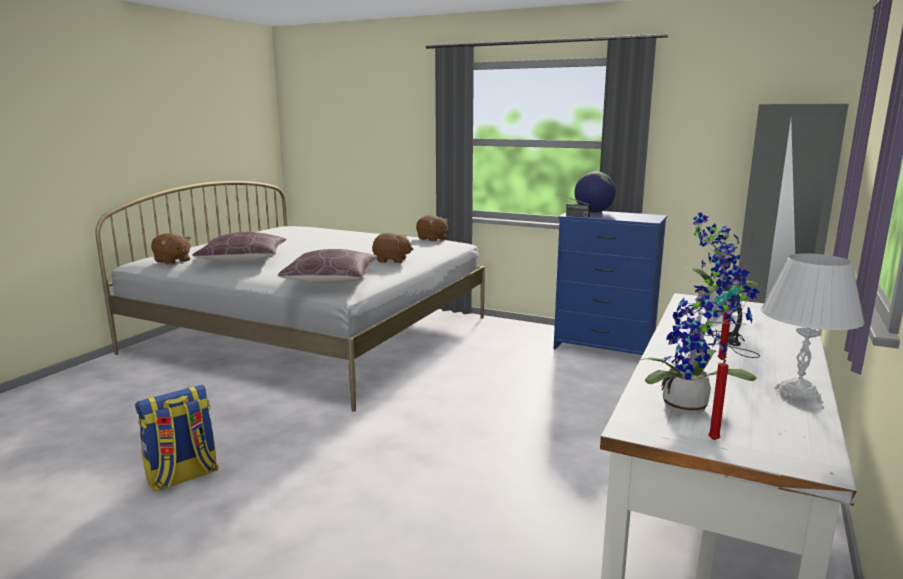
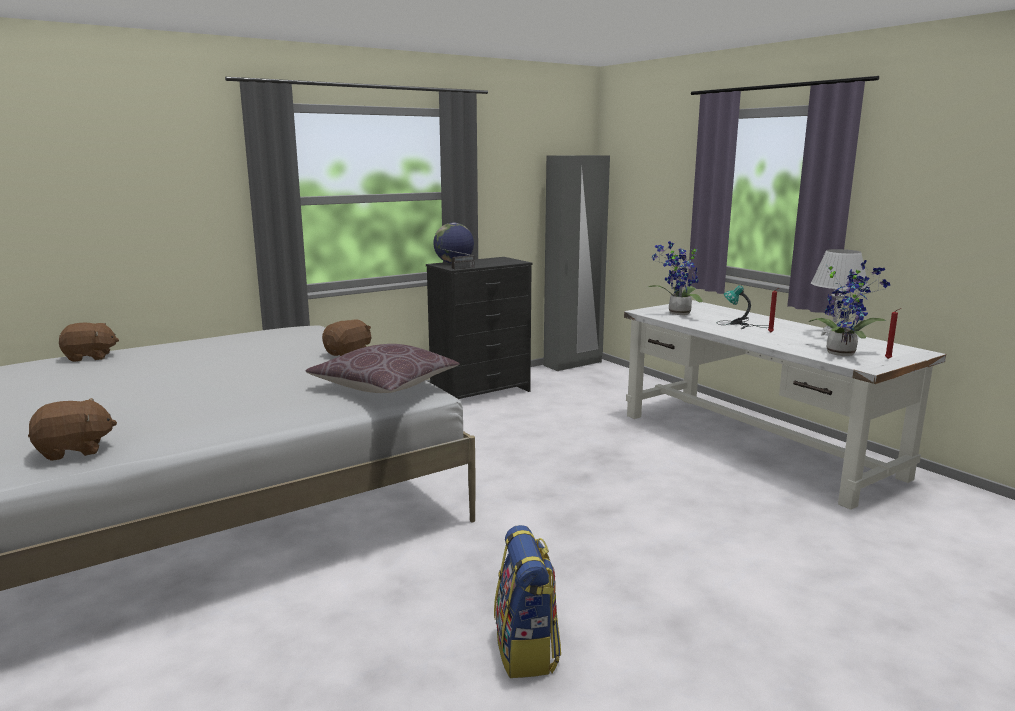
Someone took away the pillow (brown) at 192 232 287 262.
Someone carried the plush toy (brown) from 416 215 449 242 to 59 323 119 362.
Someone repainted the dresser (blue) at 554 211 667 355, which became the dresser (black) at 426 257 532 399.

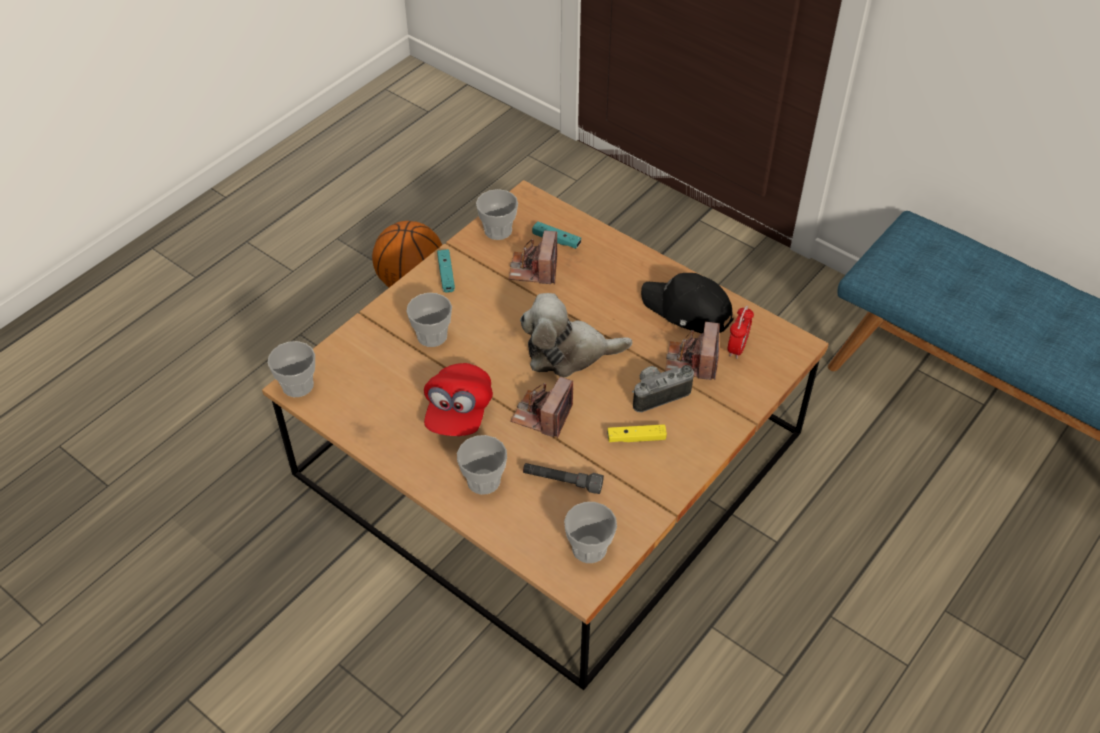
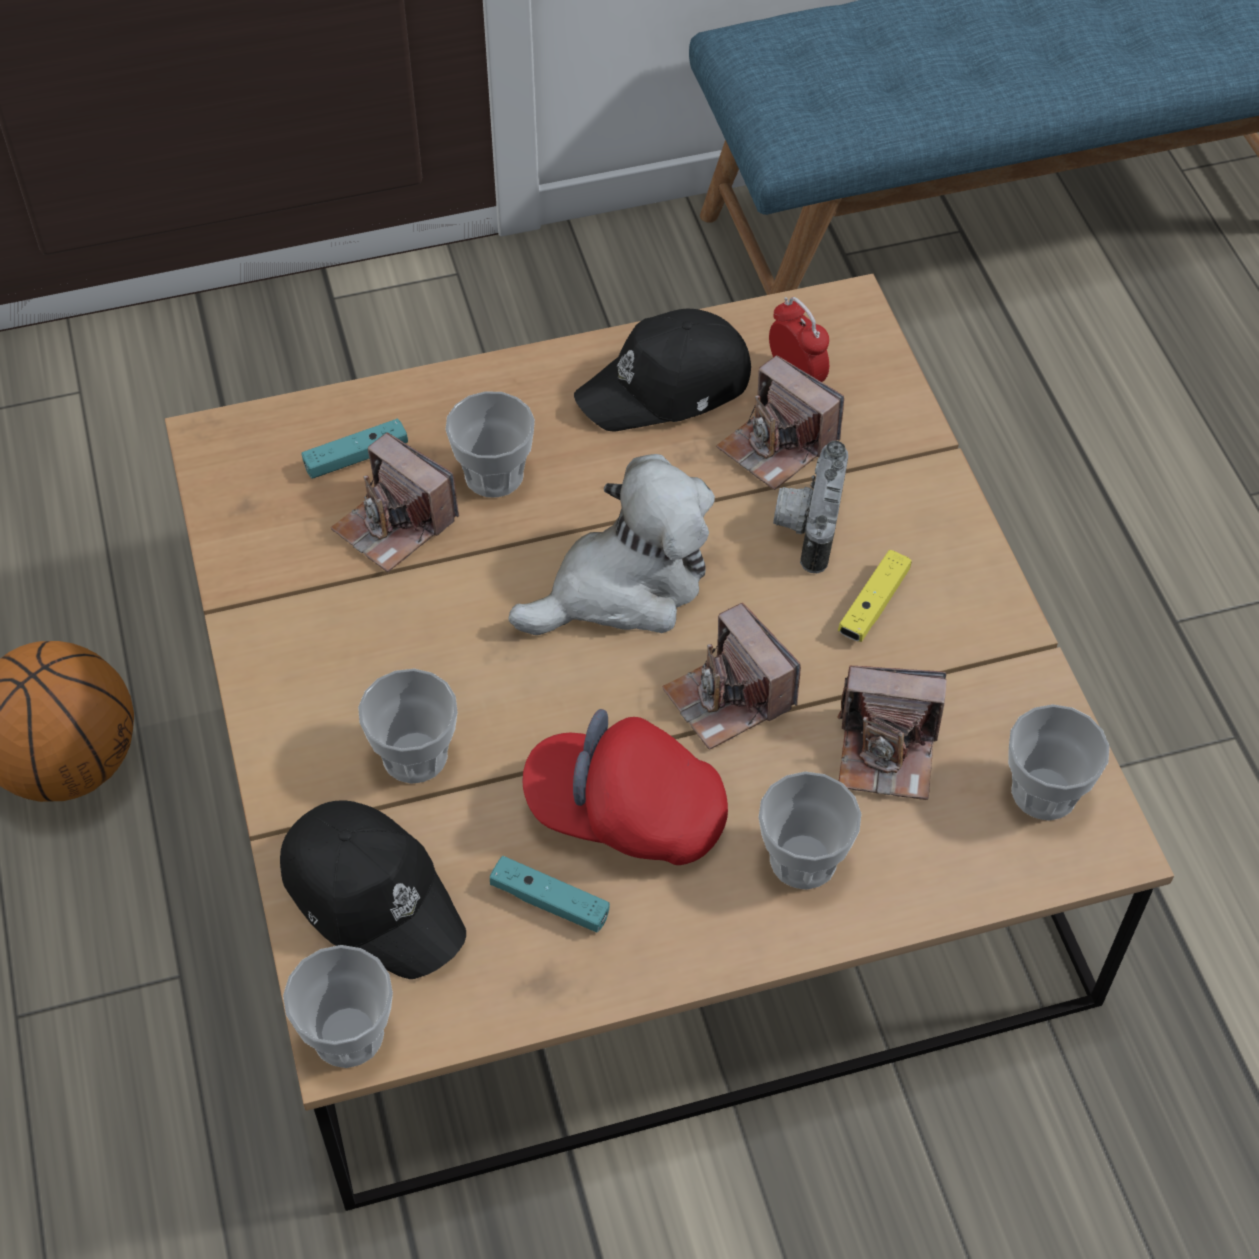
Someone put down the cap (black) at 280 801 466 979.
Someone carried the game controller (turquoise) from 437 249 455 293 to 490 856 610 932.
Someone carried the cup from 476 189 518 240 to 445 391 535 498.
Someone swapped the flashlight (grey) at 523 463 604 494 for the photo camera at 837 666 947 800.
Someone rotated the cap (red) at 424 363 493 436 by 150 degrees clockwise.
Someone rotated the plush toy at 520 293 632 378 by 150 degrees counterclockwise.

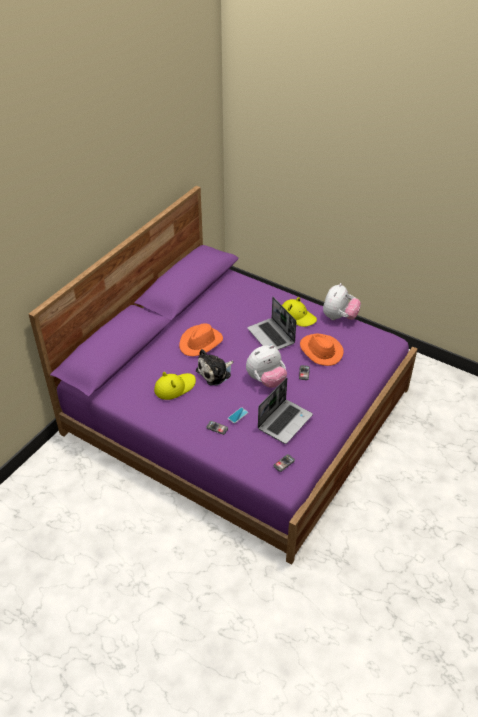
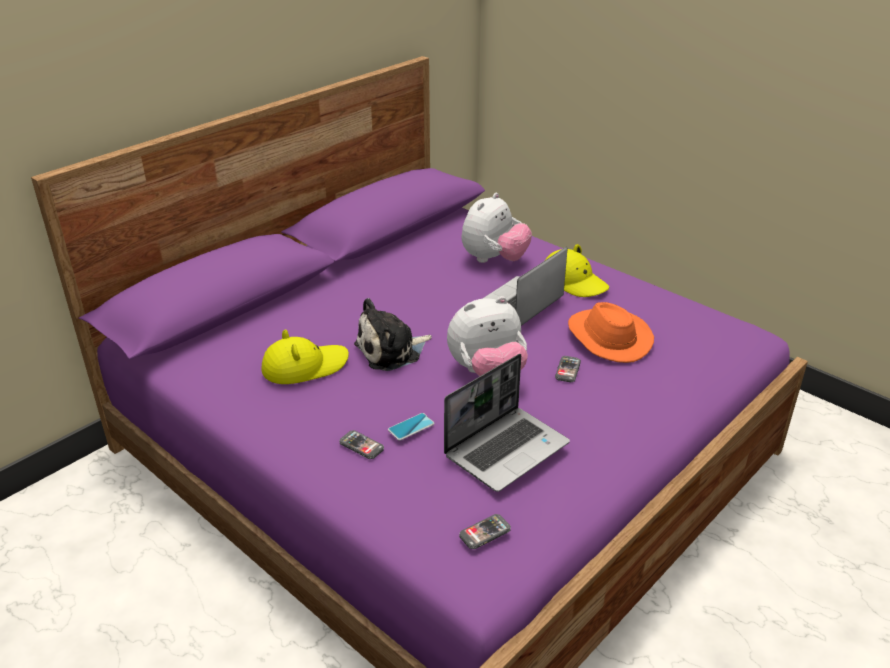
Someone took away the hat (orange) at 179 323 223 356.
Someone carried the plush toy from 323 283 361 320 to 462 193 532 263.
Someone rotated the laptop at 247 297 296 350 by 60 degrees clockwise.

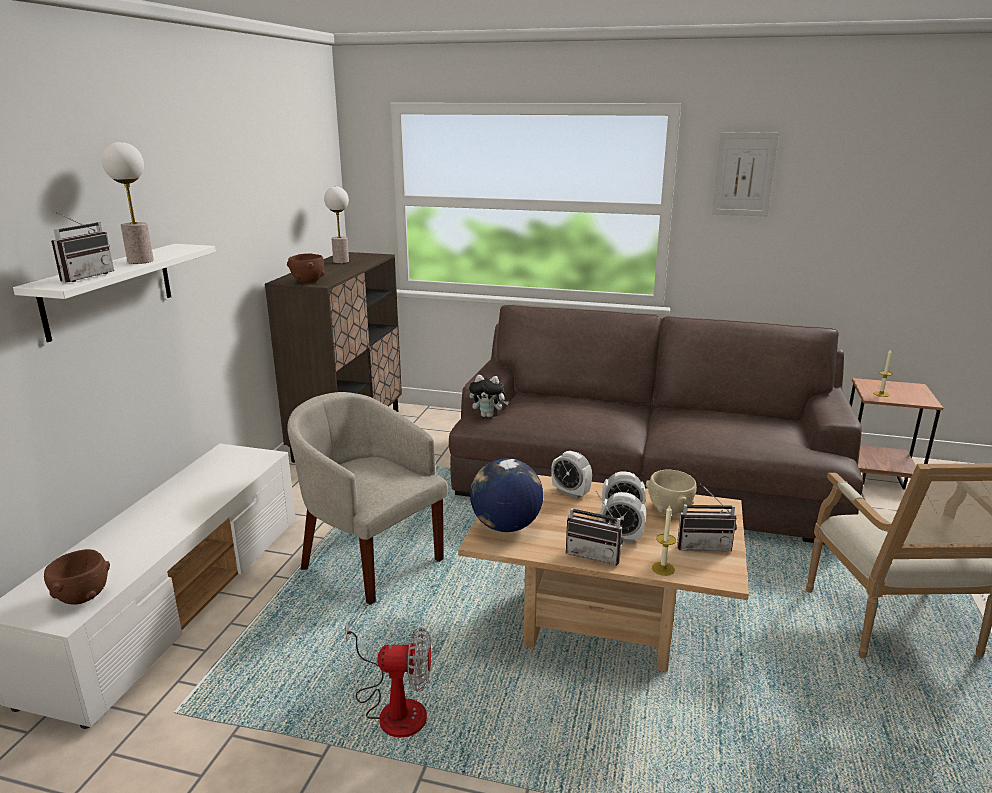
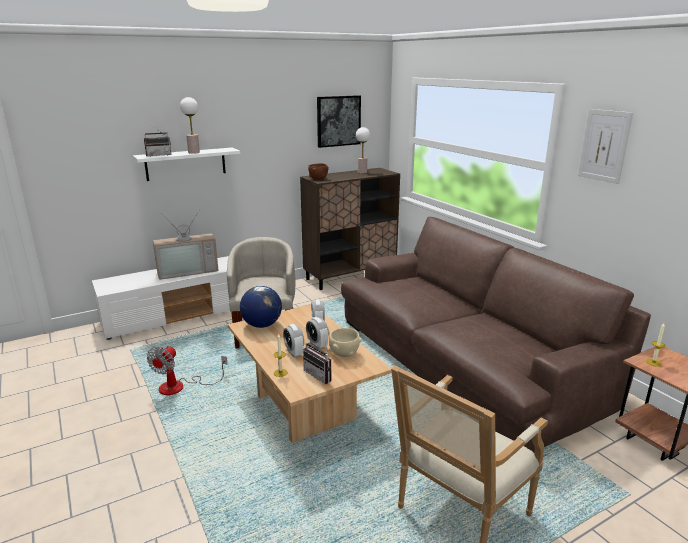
Someone took away the bowl (brown) at 44 549 110 605.
Someone took away the plush toy at 469 375 509 418.
Someone took away the radio at 566 491 624 565.
Someone put down the television at 153 211 219 280.
Someone put up the picture at 317 95 361 148.
Someone rotated the fan at 345 620 431 738 by 60 degrees clockwise.

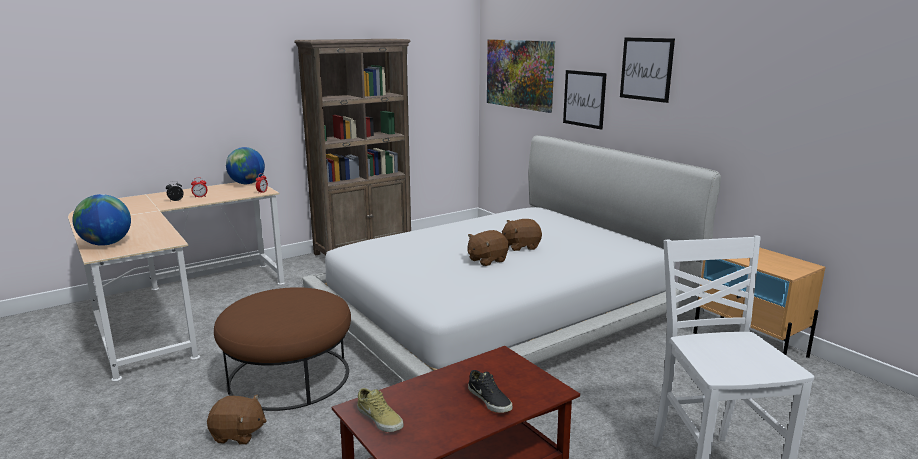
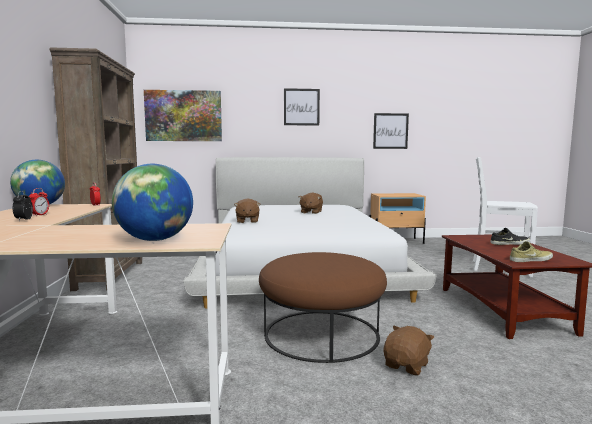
Someone carried the plush toy (brown) from 467 230 509 266 to 234 198 260 223.
Someone carried the picture from 563 70 607 130 to 373 113 409 149.

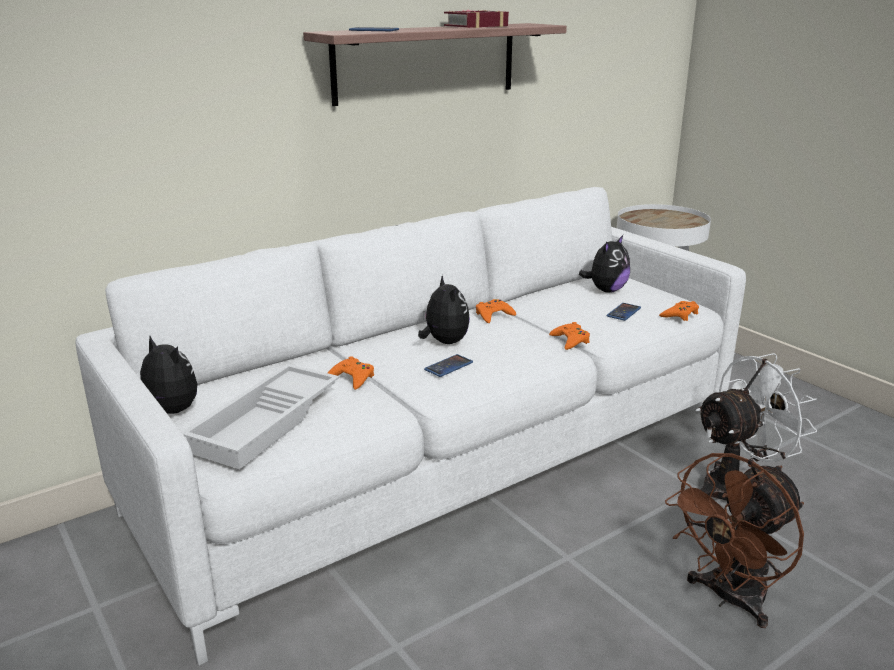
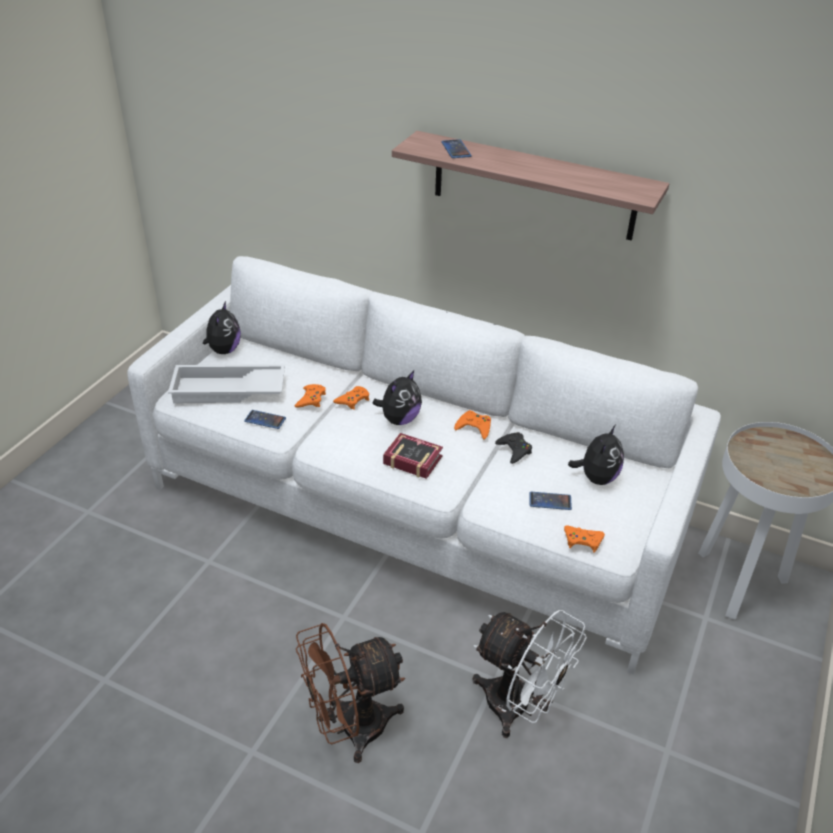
Someone put down the game controller (black) at 495 432 532 464.
Someone carried the phone from 424 354 473 377 to 244 410 286 429.
Someone carried the book from 444 9 509 28 to 383 433 443 479.
Someone carried the game controller (orange) from 549 322 590 350 to 333 386 369 410.
Someone rotated the plush toy at 579 235 630 293 by 75 degrees counterclockwise.
Someone rotated the fan (brown) at 665 453 804 628 by 45 degrees counterclockwise.

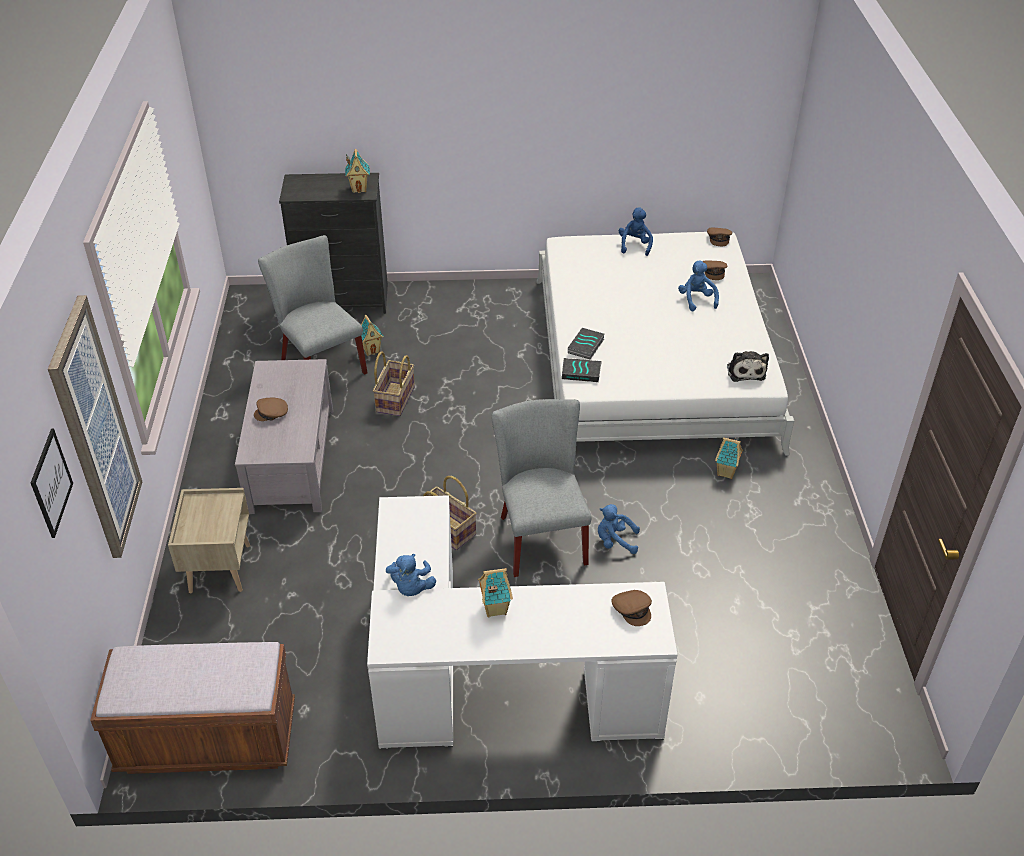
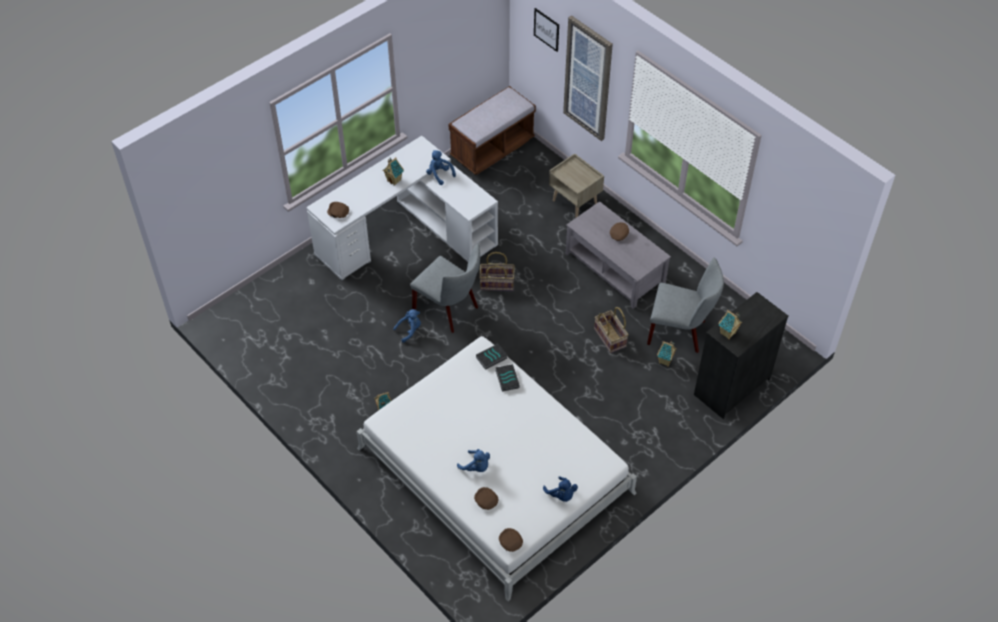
Someone took away the plush toy at 727 351 769 382.

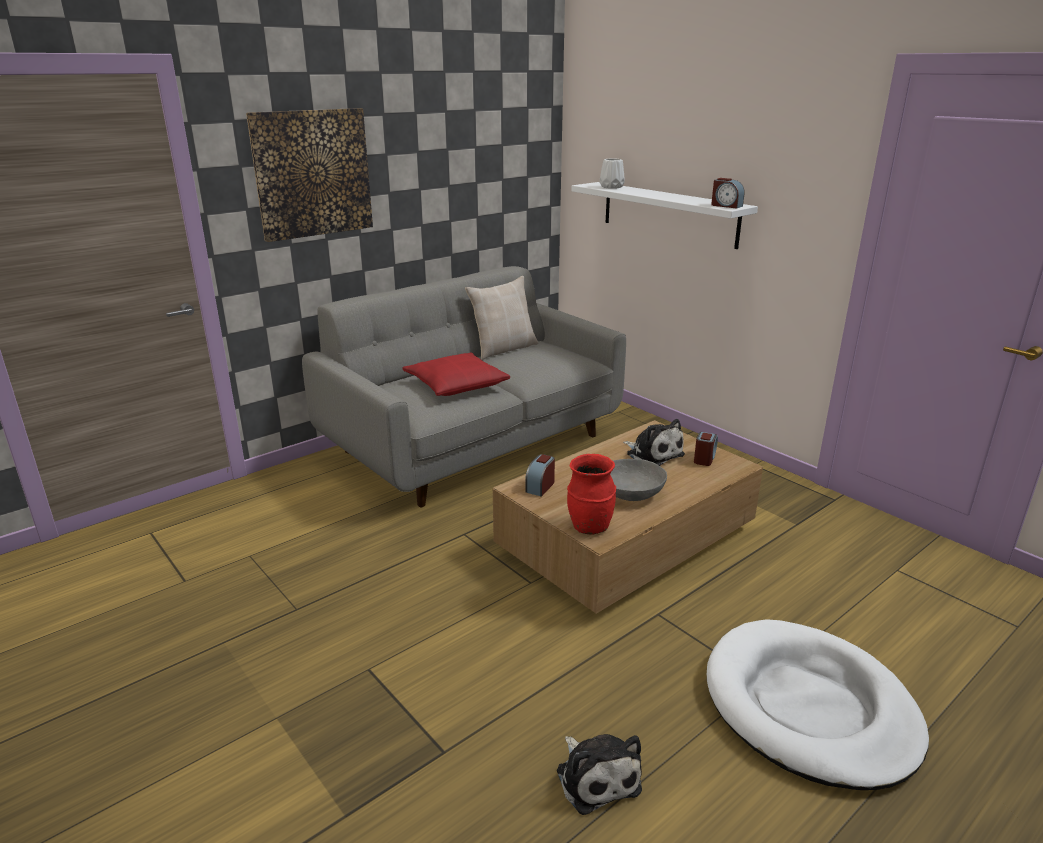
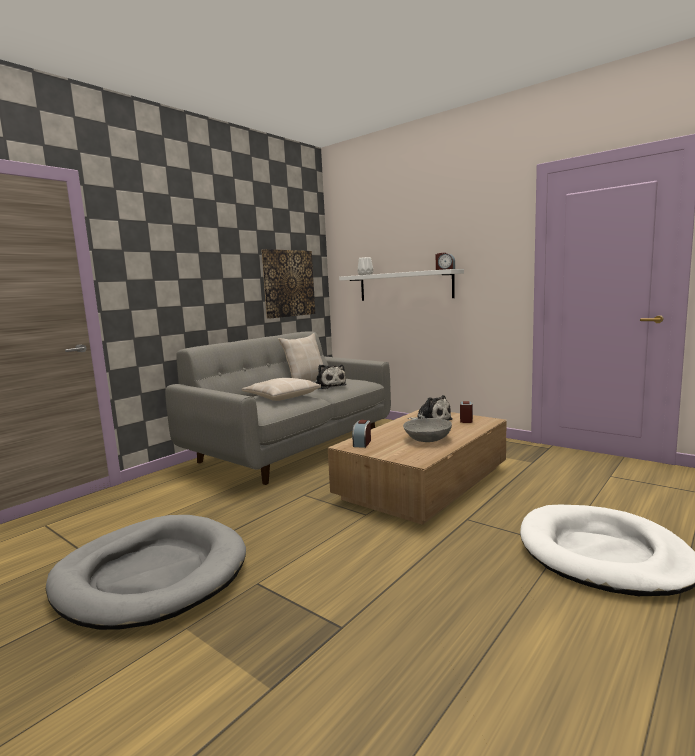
Someone took away the vase (red) at 567 454 616 535.
Someone put down the dog bed (grey) at 46 515 246 630.
Someone carried the picture from 246 108 373 242 to 261 249 315 319.
Someone carried the plush toy from 557 734 642 815 to 316 364 347 389.
Someone repainted the pillow (red) at 403 353 510 396, which became the pillow (beige) at 242 378 321 401.

